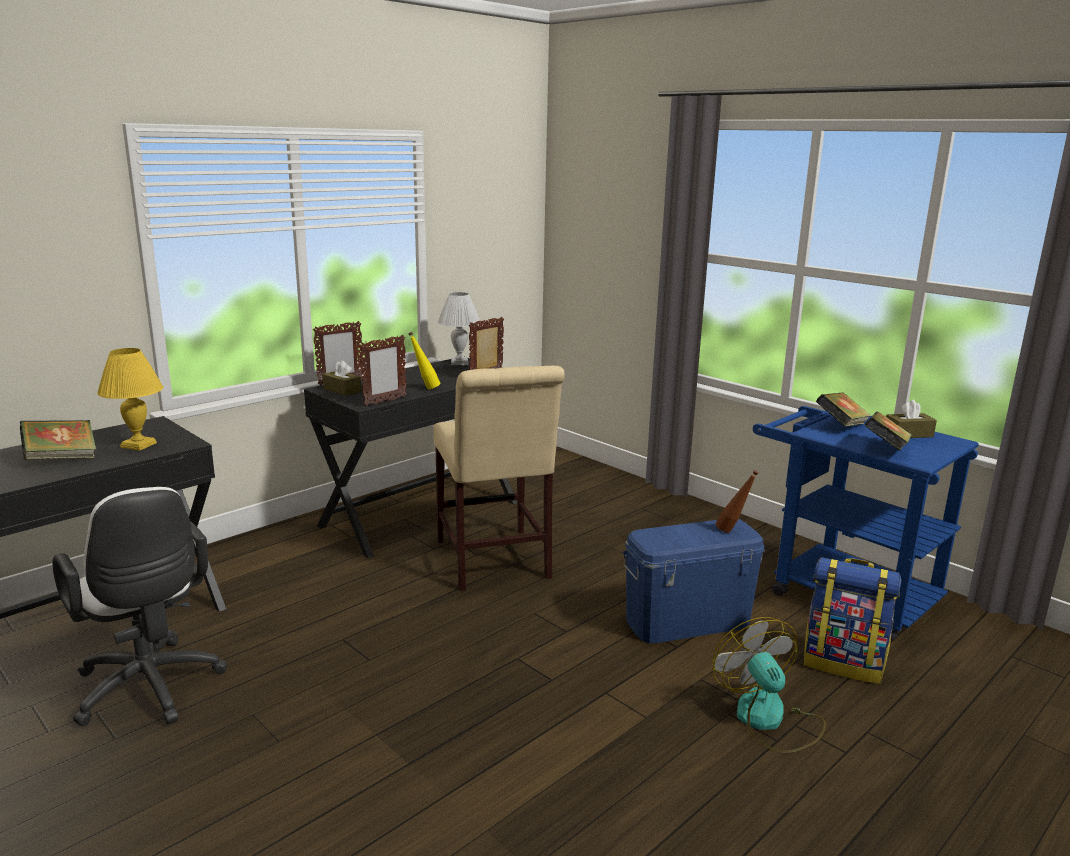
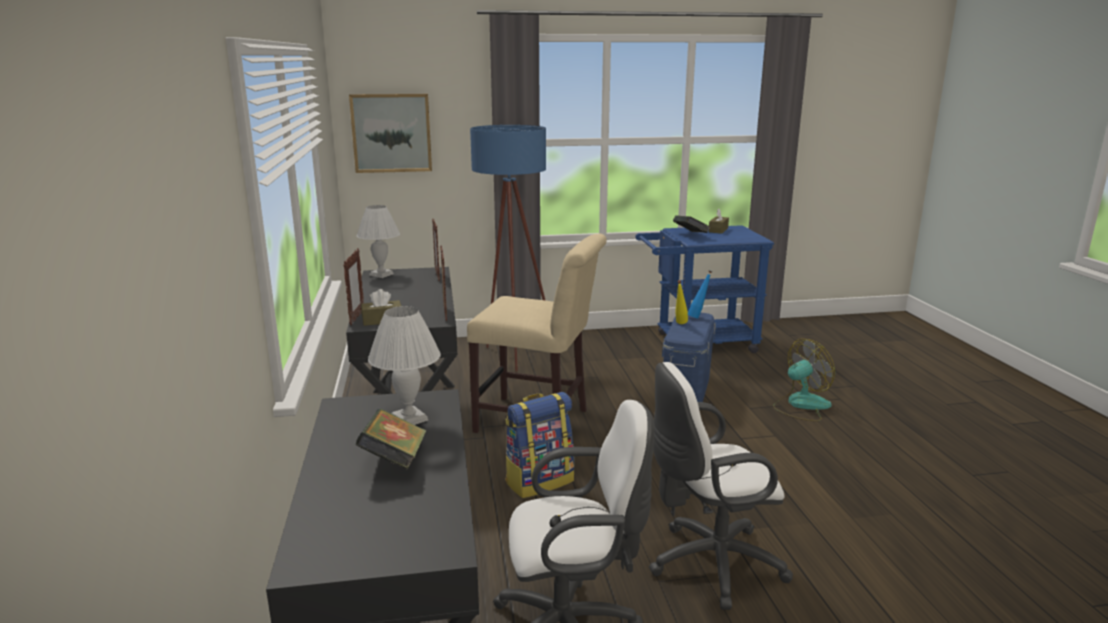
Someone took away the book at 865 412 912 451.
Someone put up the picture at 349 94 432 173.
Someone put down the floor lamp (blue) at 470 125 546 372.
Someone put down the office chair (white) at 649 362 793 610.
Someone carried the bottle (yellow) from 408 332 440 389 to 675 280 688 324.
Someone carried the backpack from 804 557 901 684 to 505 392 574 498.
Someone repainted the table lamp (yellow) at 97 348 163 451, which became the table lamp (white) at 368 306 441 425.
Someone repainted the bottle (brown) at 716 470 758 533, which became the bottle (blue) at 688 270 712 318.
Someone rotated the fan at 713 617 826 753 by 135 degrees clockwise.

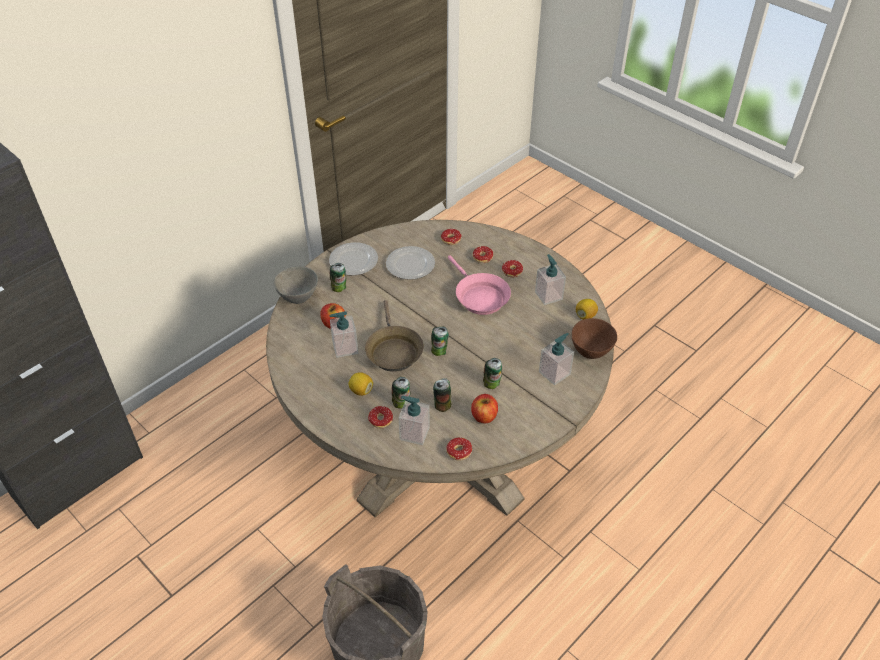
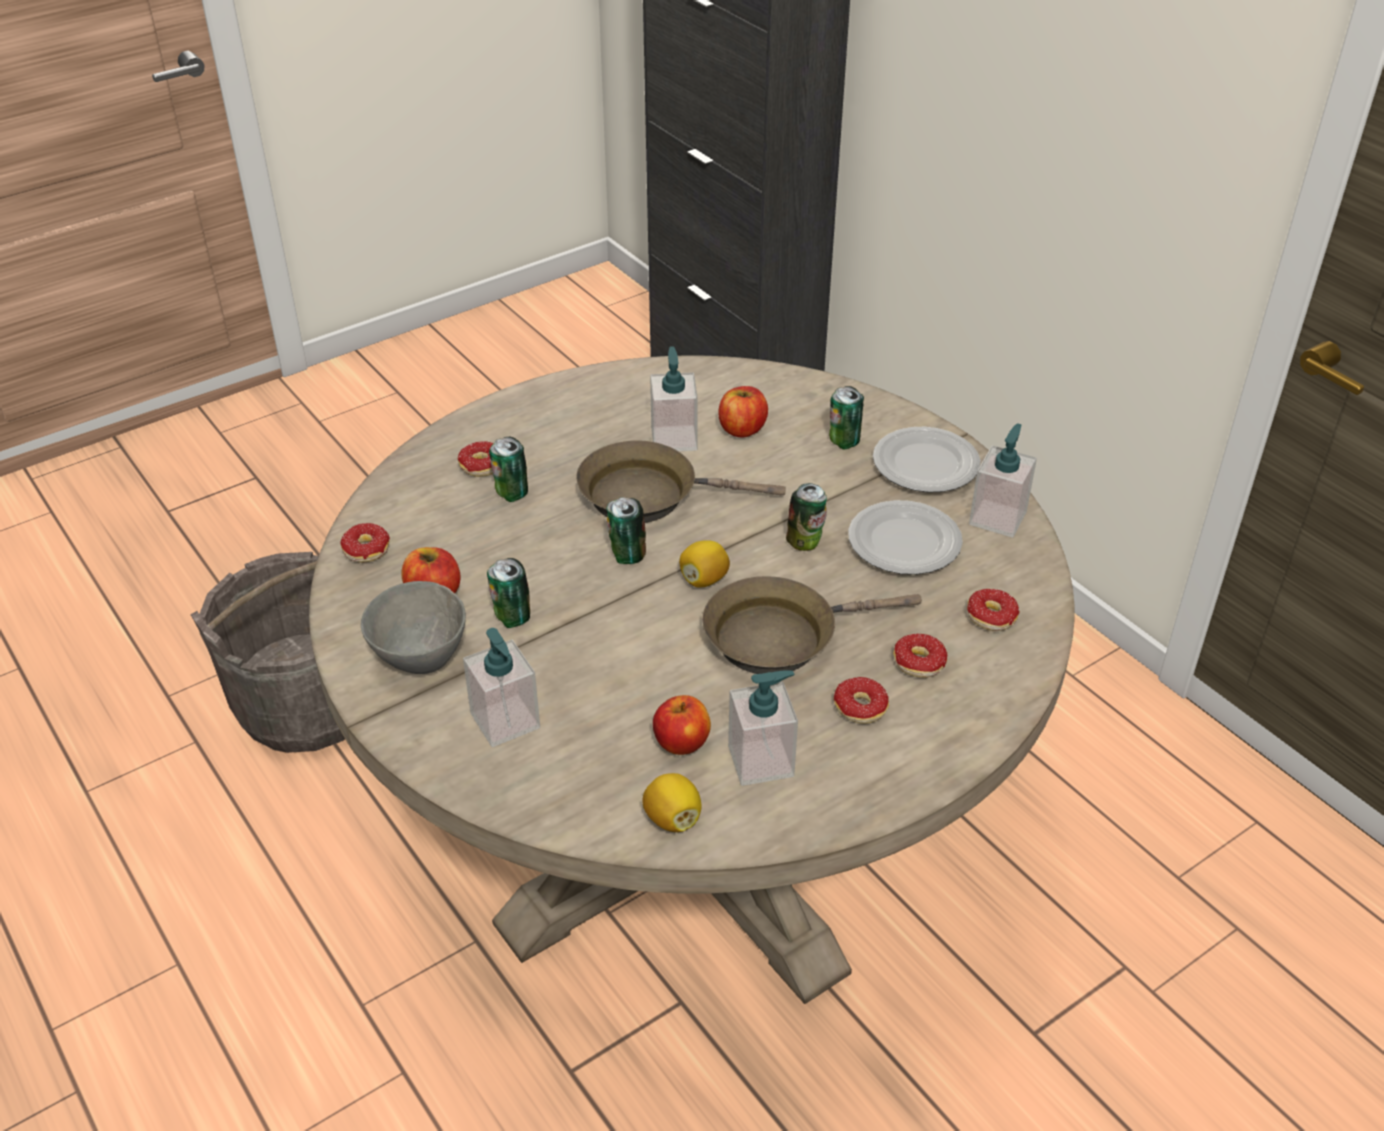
Someone took away the bowl (brown) at 572 318 617 359.
Someone put down the apple at 653 695 711 755.
Someone carried the bowl (grey) from 273 266 318 304 to 361 581 466 674.
Someone carried the lemon from 348 372 373 396 to 679 540 730 587.
Someone carried the soap dispenser from 399 396 430 445 to 969 423 1037 538.
Someone carried the can from 433 378 451 412 to 786 483 827 551.
Someone repainted the frying pan (pink) at 448 255 511 315, which became the frying pan (brown) at 702 576 922 674.

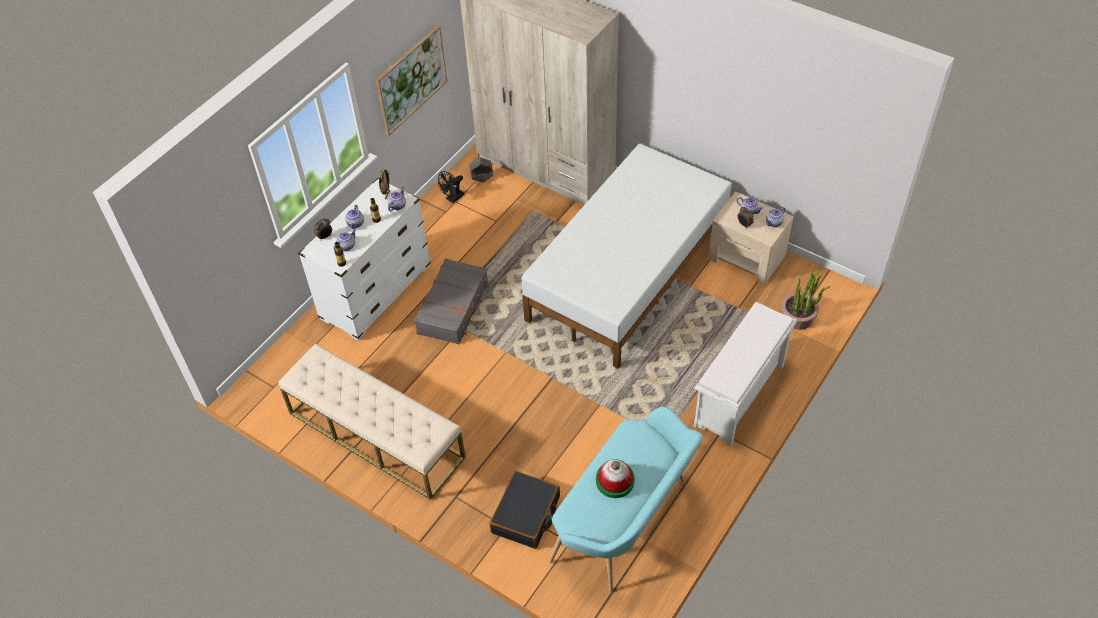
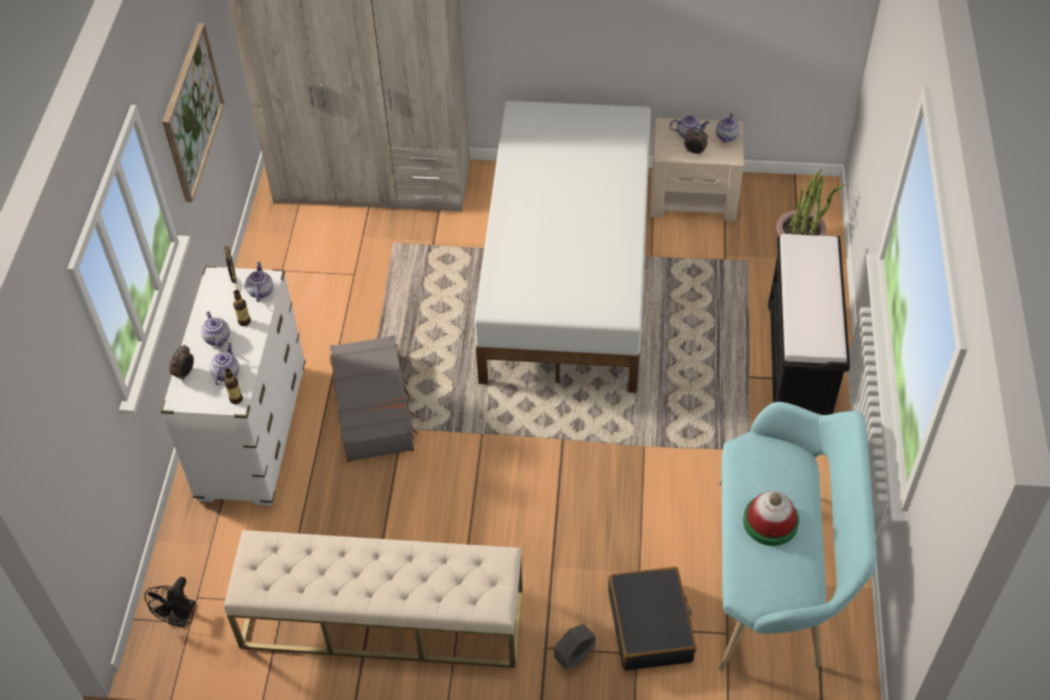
Someone carried the fan (black) from 438 171 464 203 to 144 577 195 628.
Someone carried the planter (grey) from 470 157 493 182 to 554 624 596 670.
Someone repainted the bench (white) at 694 302 797 446, which became the bench (black) at 768 234 850 415.

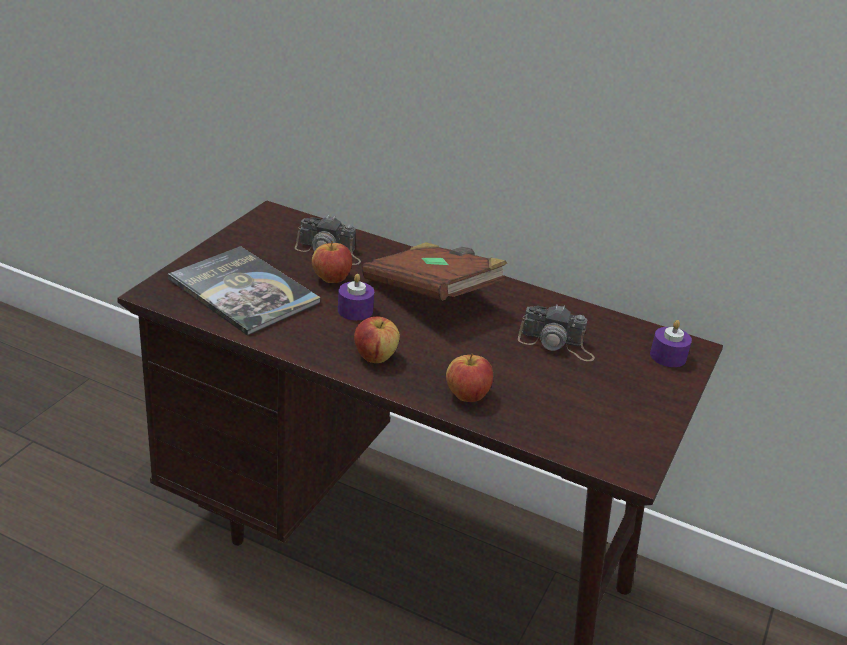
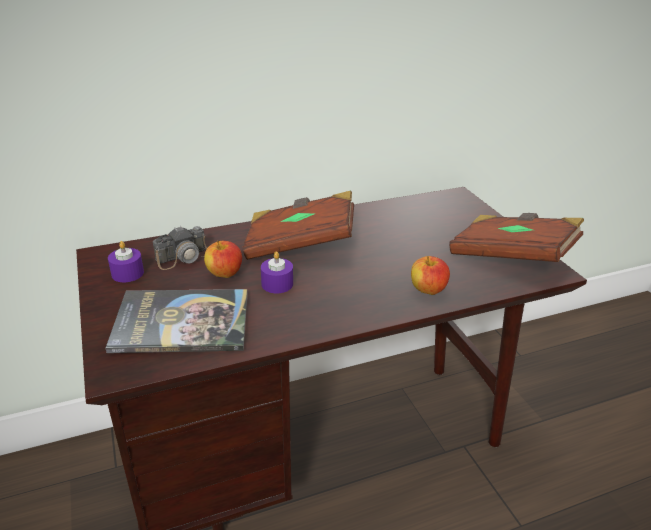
Someone took away the apple at 354 317 400 363.
Someone took away the photo camera at 518 304 595 361.
Someone put down the book (brown) at 449 213 584 262.
Someone carried the candle (purple) from 650 320 692 367 to 108 241 144 282.

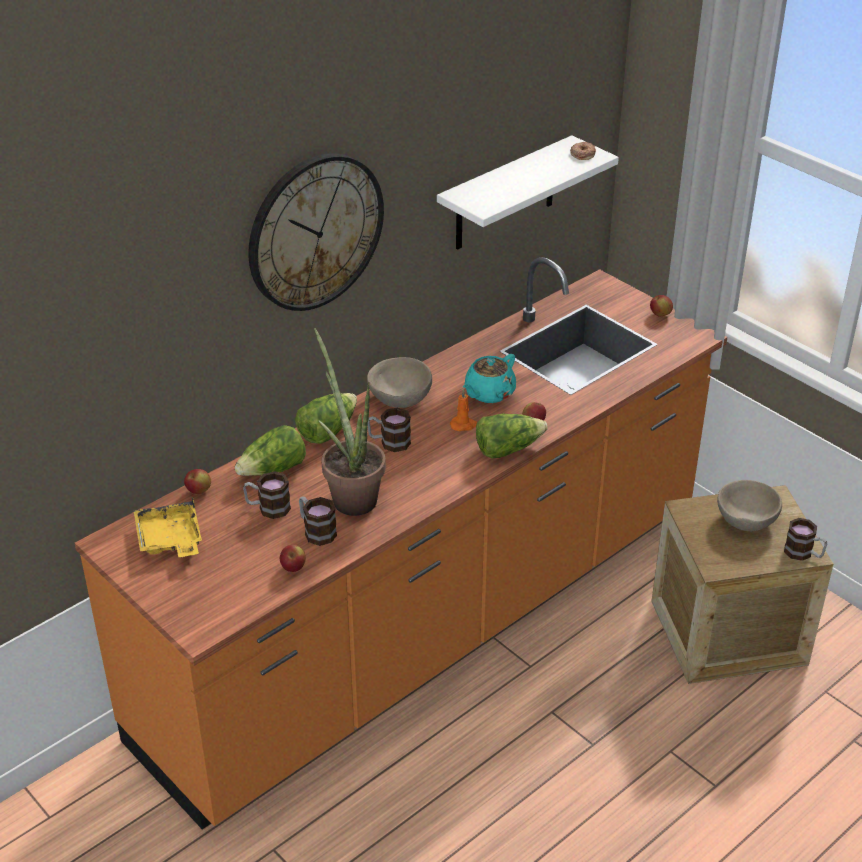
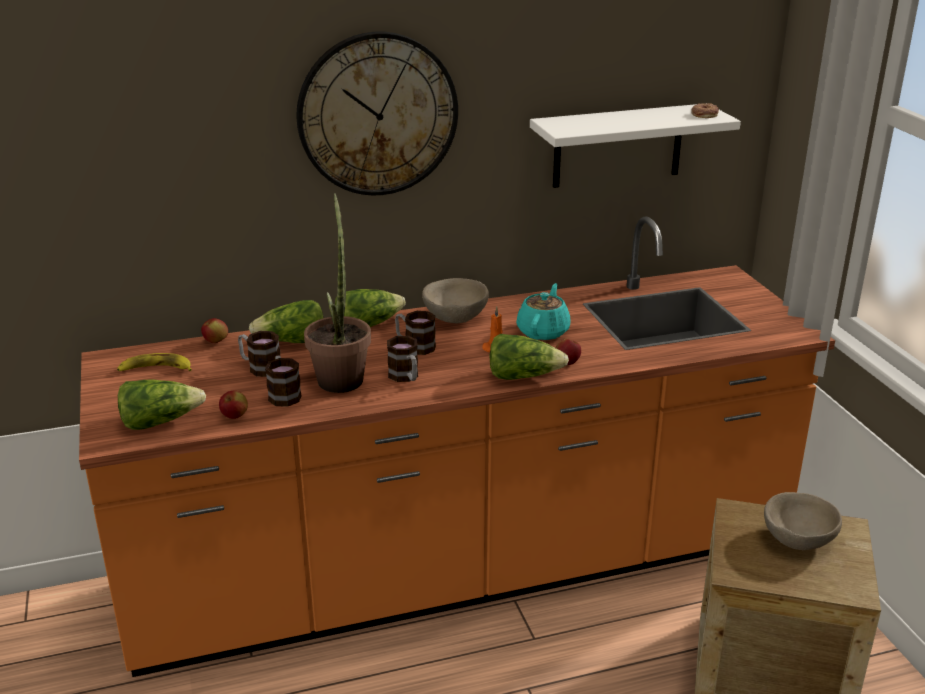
Someone took away the apple at 650 295 673 316.
Someone put down the lettuce at 118 379 206 430.
Someone carried the mug from 784 518 827 561 to 387 336 418 382.
Someone swapped the tray (yellow) at 134 497 202 557 for the banana at 117 353 192 371.
Someone rotated the teapot (turquoise) at 463 354 516 403 by 135 degrees clockwise.

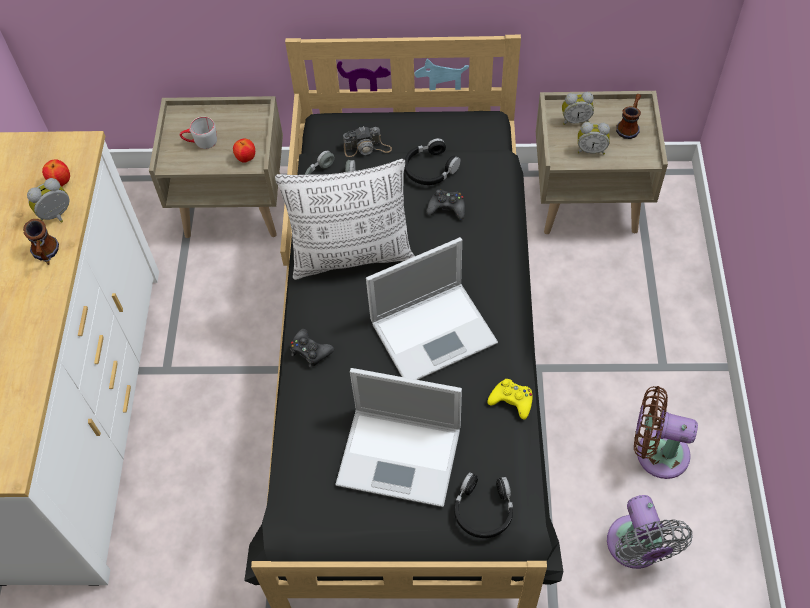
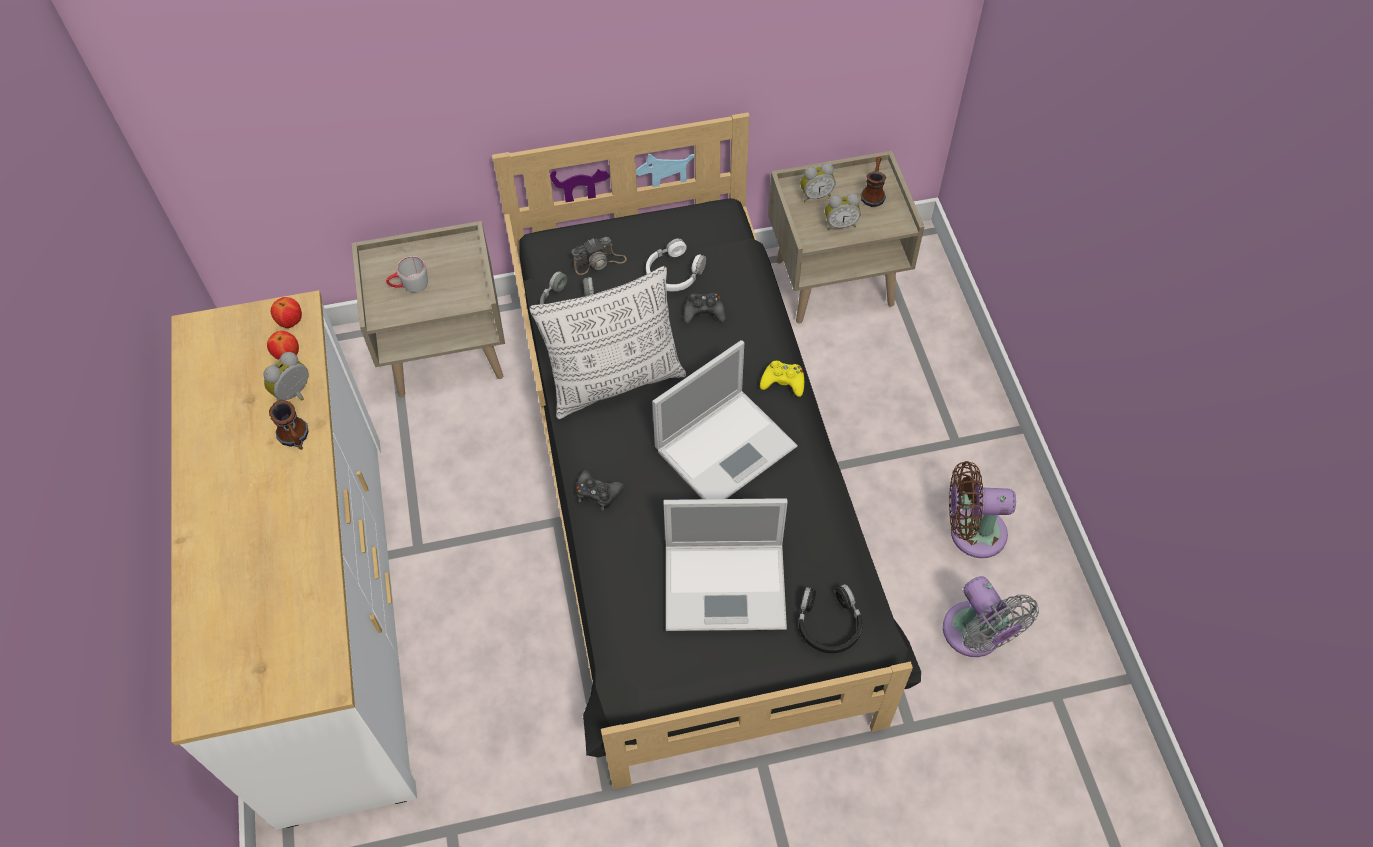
Someone carried the apple from 233 138 255 163 to 271 297 302 328.
Someone carried the game controller (yellow) from 487 379 533 419 to 760 361 804 397.
Someone repainted the headphones (black) at 404 138 461 185, which became the headphones (white) at 646 238 707 291.

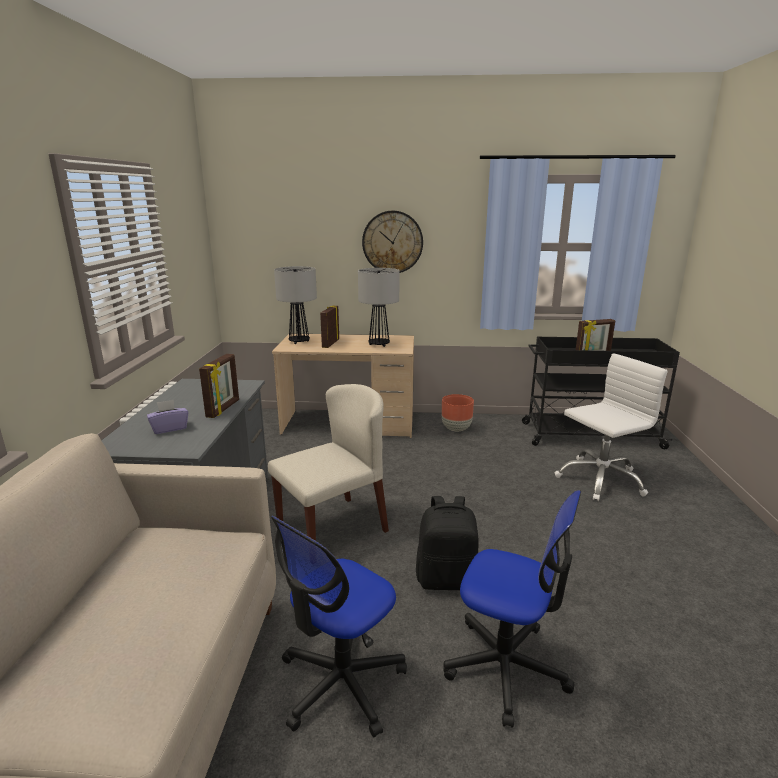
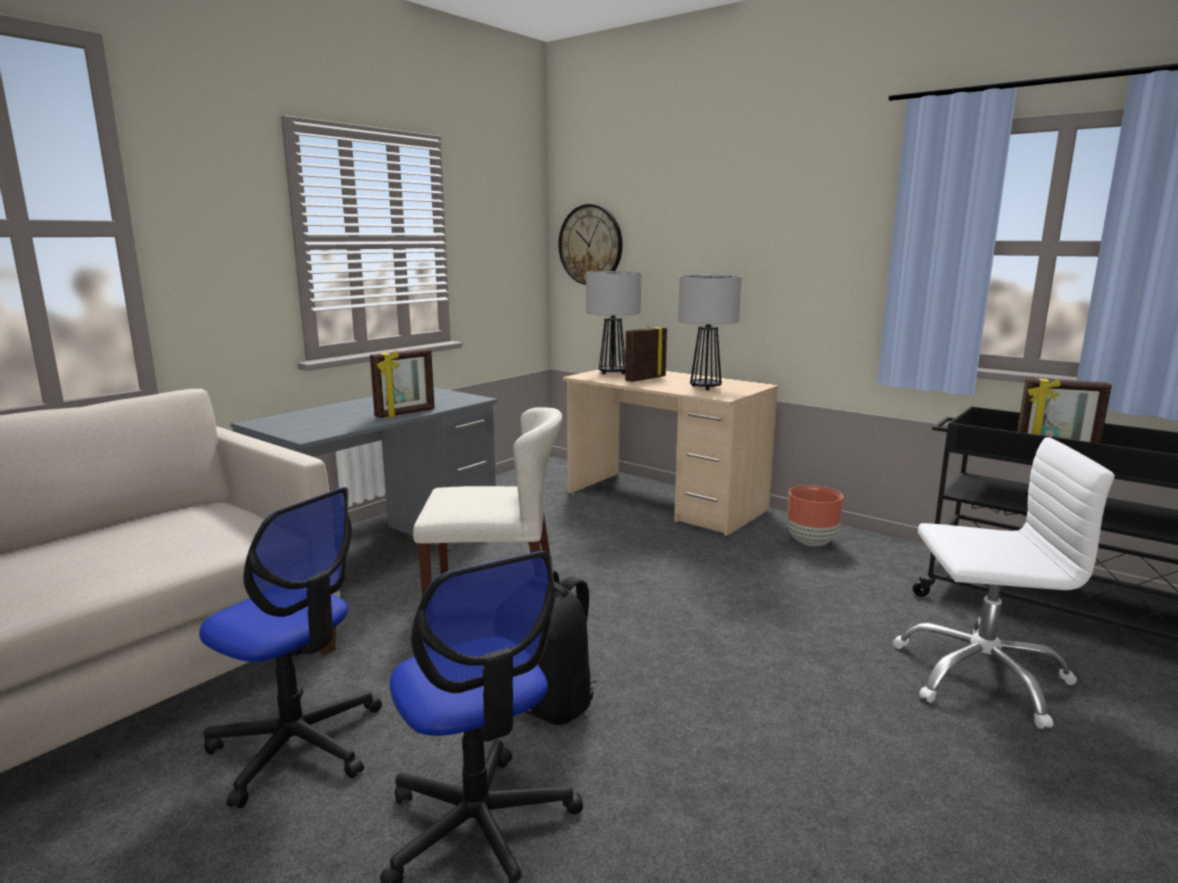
Someone took away the tissue box (purple) at 147 400 188 434.
Someone carried the wall clock from 362 211 423 273 to 558 204 622 285.
Someone rotated the office chair at 270 516 407 737 by 135 degrees counterclockwise.

